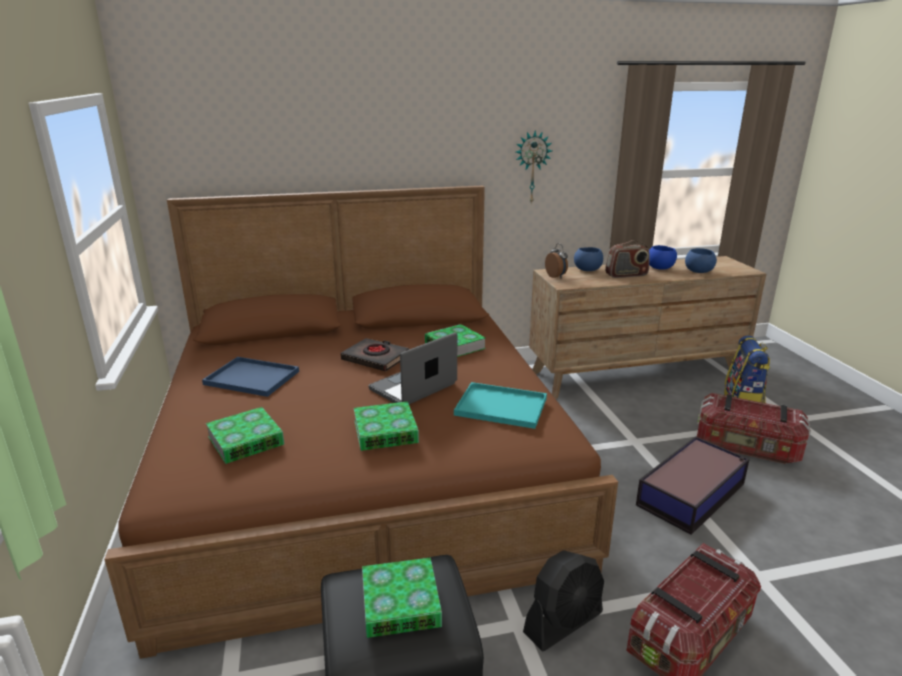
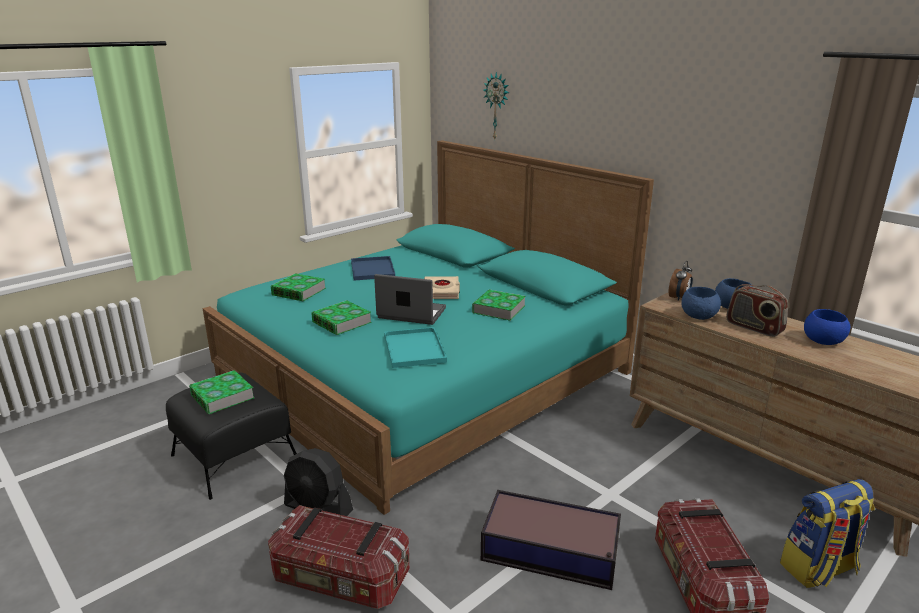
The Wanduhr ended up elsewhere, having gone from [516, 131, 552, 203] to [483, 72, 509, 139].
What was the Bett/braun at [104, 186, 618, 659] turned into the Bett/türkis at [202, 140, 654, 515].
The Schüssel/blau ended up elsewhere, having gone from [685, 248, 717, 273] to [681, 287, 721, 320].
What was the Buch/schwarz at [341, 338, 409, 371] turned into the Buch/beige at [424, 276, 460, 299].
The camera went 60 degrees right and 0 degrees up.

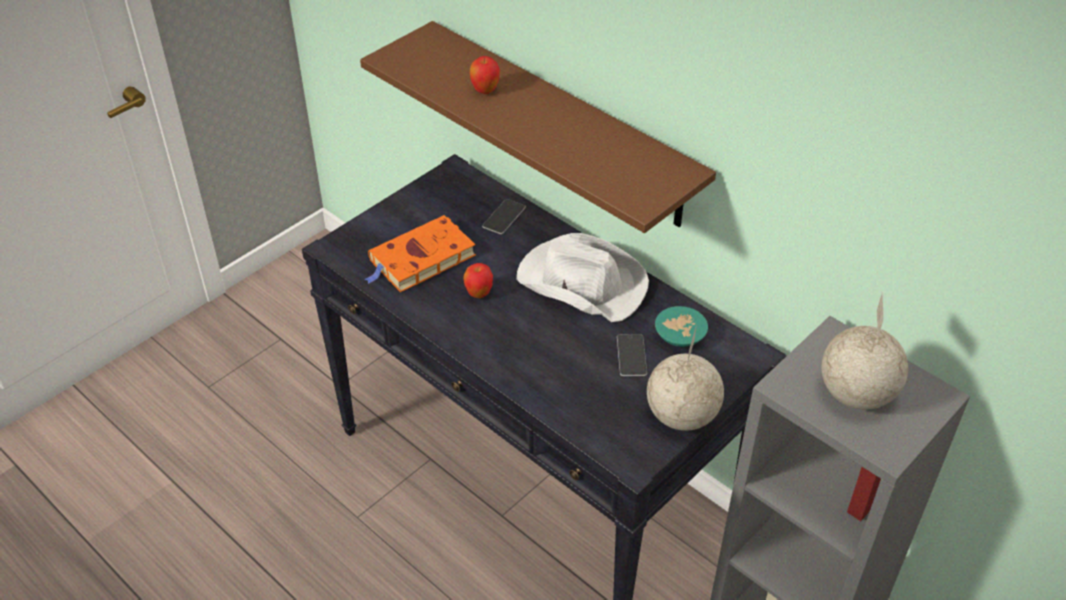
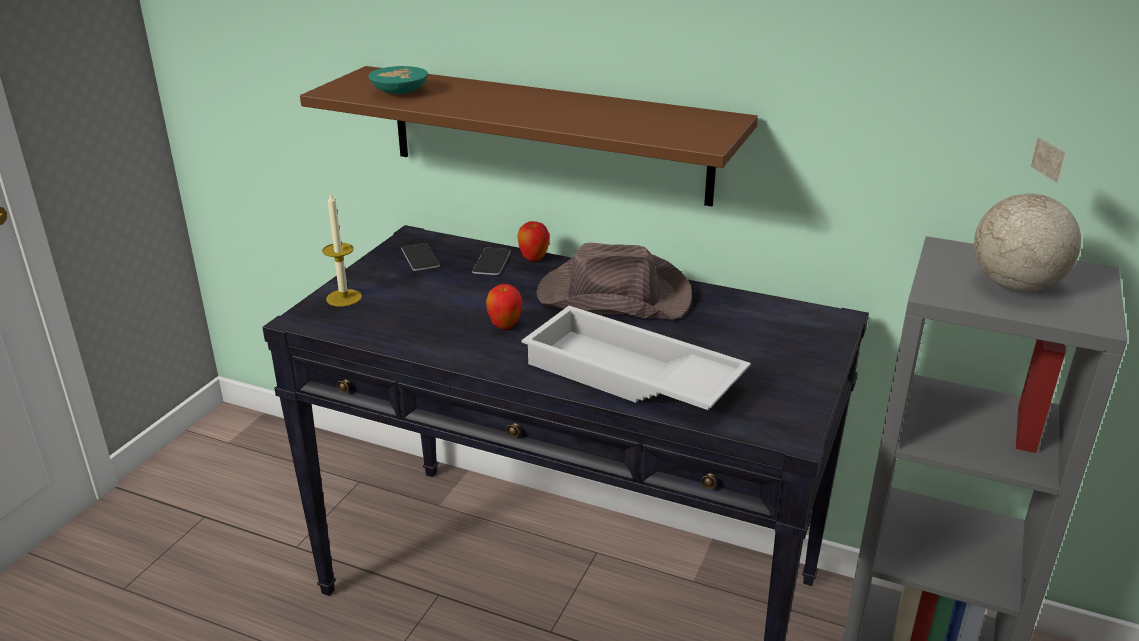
The Apfel ended up elsewhere, having gone from [470, 56, 500, 94] to [517, 221, 549, 261].
The second view lost the Buch/orange at [364, 215, 476, 292].
What was the Hut/weiß at [516, 233, 649, 322] turned into the Hut/braun at [536, 243, 692, 320].
The Schüssel/türkis ended up elsewhere, having gone from [655, 306, 708, 347] to [369, 66, 428, 94].
The second view lost the Globus at [647, 325, 724, 431].
The Handy ended up elsewhere, having gone from [617, 334, 647, 376] to [401, 243, 440, 271].
The second view gained the Kerze at [322, 191, 362, 307].
The second view gained the Tablett/weiß at [521, 306, 751, 410].
The camera went 20 degrees left and 15 degrees down.

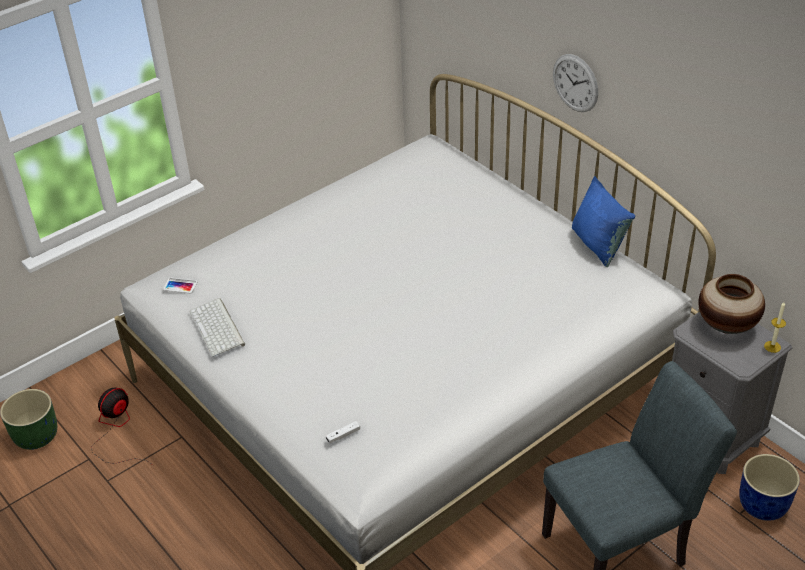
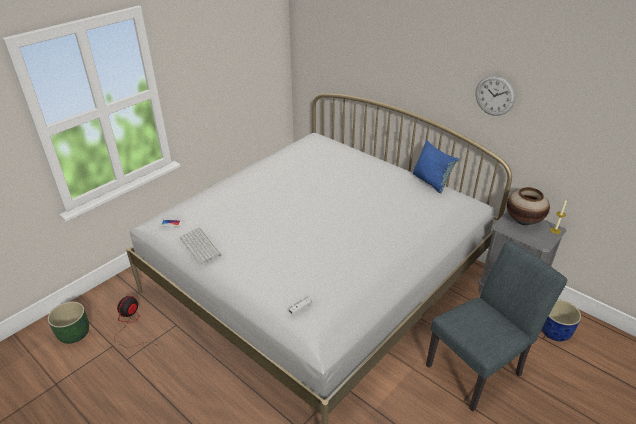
The Wanduhr ended up elsewhere, having gone from [553, 54, 598, 112] to [476, 75, 515, 116].
The camera went 10 degrees left and 5 degrees down.

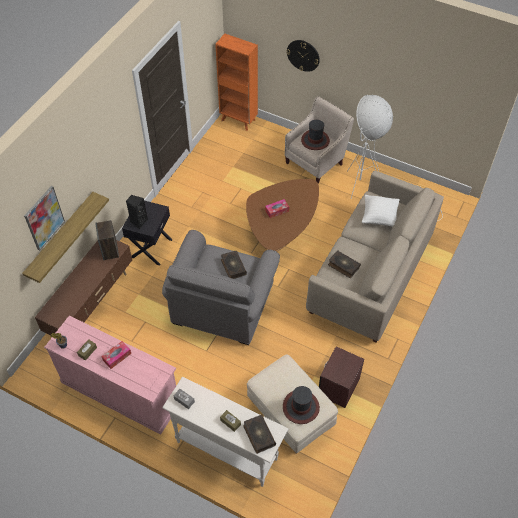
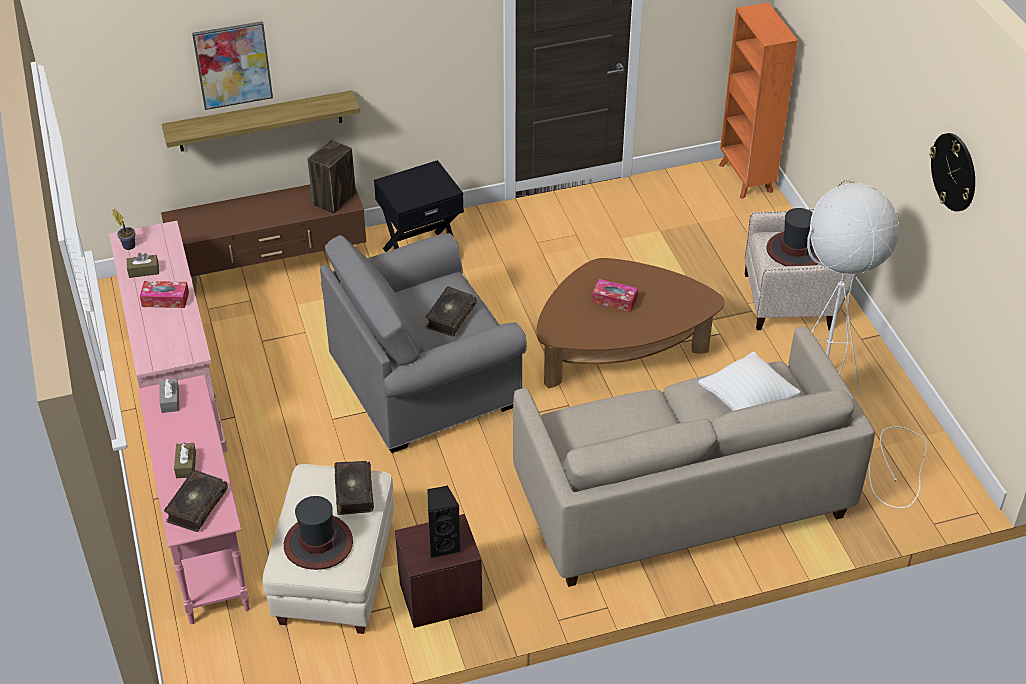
The Wanduhr ended up elsewhere, having gone from [287, 40, 320, 72] to [929, 133, 975, 212].
The Lautsprecher/schwarz ended up elsewhere, having gone from [126, 195, 148, 229] to [427, 485, 461, 559].
The Buch ended up elsewhere, having gone from [328, 250, 361, 278] to [334, 461, 374, 515].
What was the Konsolentisch/weiß at [162, 377, 288, 487] turned into the Konsolentisch/rosa at [138, 375, 250, 624].
The camera went 45 degrees right and 10 degrees down.

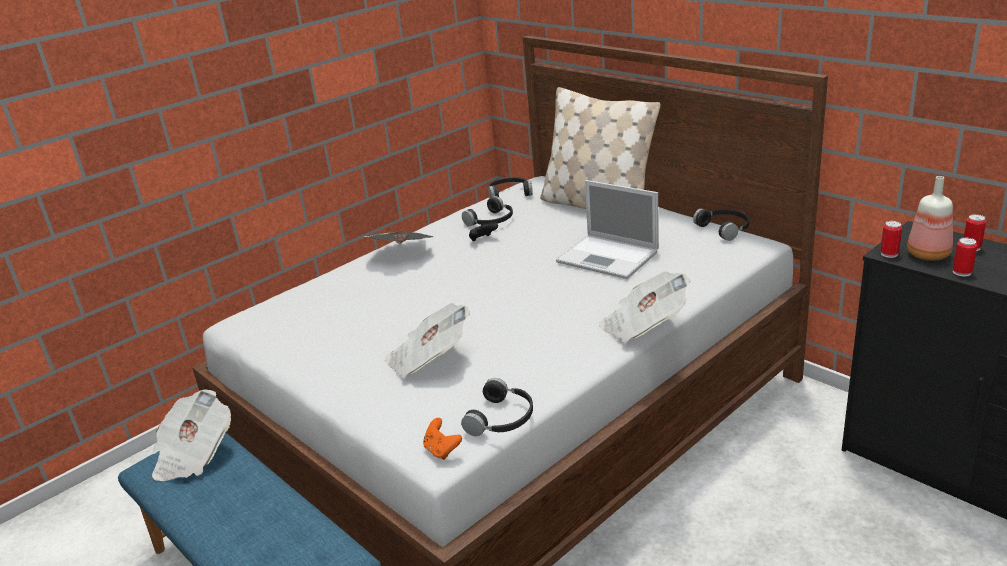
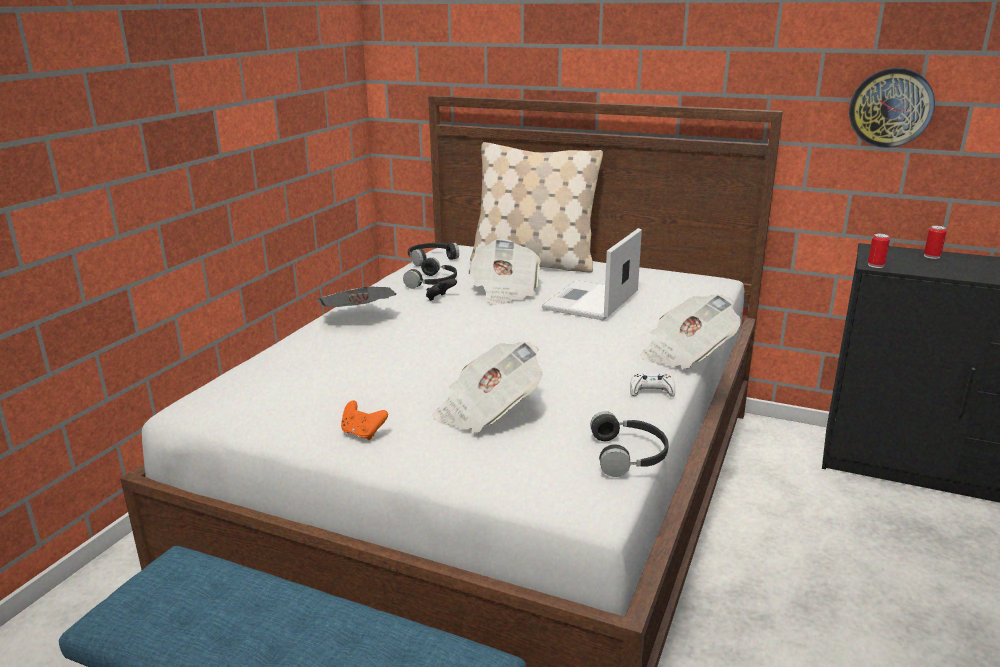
The second view lost the Flasche at [907, 176, 953, 261].
The Laptop at [556, 180, 659, 279] ended up facing another way, 105 degrees clockwise from before.
The second view lost the Kopfhörer/schwarz at [693, 208, 750, 241].
The second view lost the Dose at [953, 238, 977, 277].
The Zeitung ended up elsewhere, having gone from [152, 390, 231, 481] to [468, 239, 541, 305].
The Gamepad/orange ended up elsewhere, having gone from [423, 418, 462, 460] to [341, 400, 388, 440].
The second view gained the Wanduhr at [849, 68, 935, 148].
The second view gained the Gamepad/weiß at [630, 373, 675, 397].
The camera went 25 degrees left and 5 degrees down.

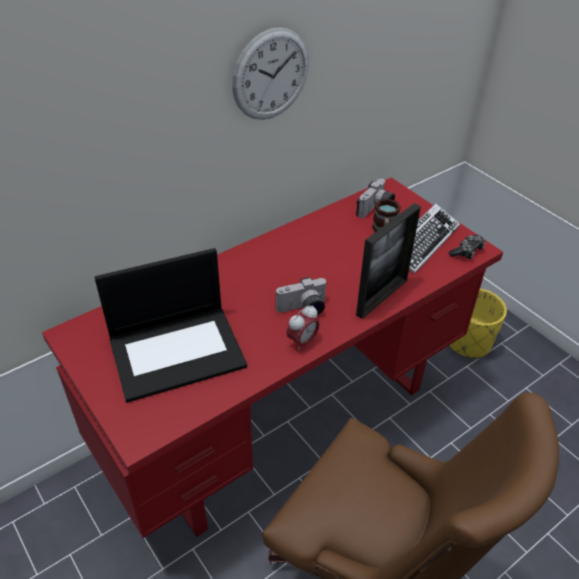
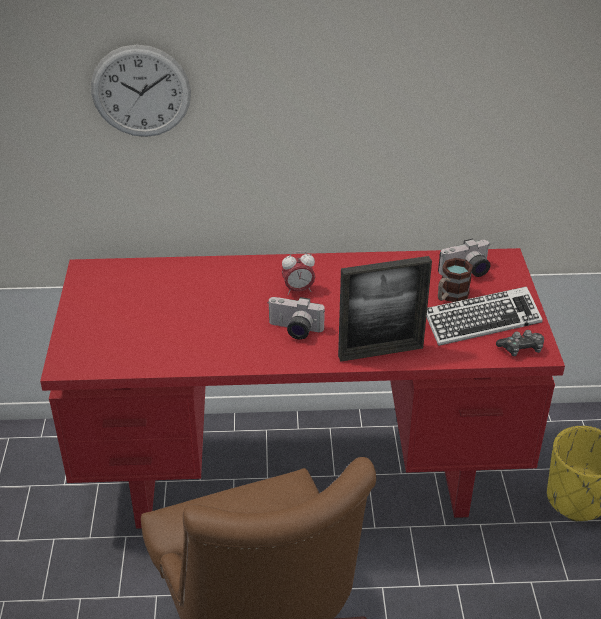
The Wanduhr ended up elsewhere, having gone from [232, 27, 309, 120] to [91, 45, 191, 137].
The second view lost the Laptop at [94, 248, 247, 403].
The Wecker ended up elsewhere, having gone from [287, 305, 320, 351] to [282, 251, 315, 295].
The camera went 35 degrees right and 5 degrees down.

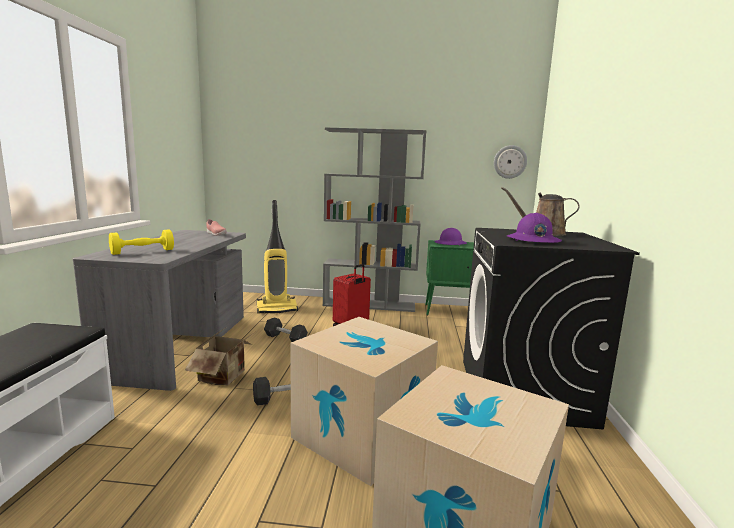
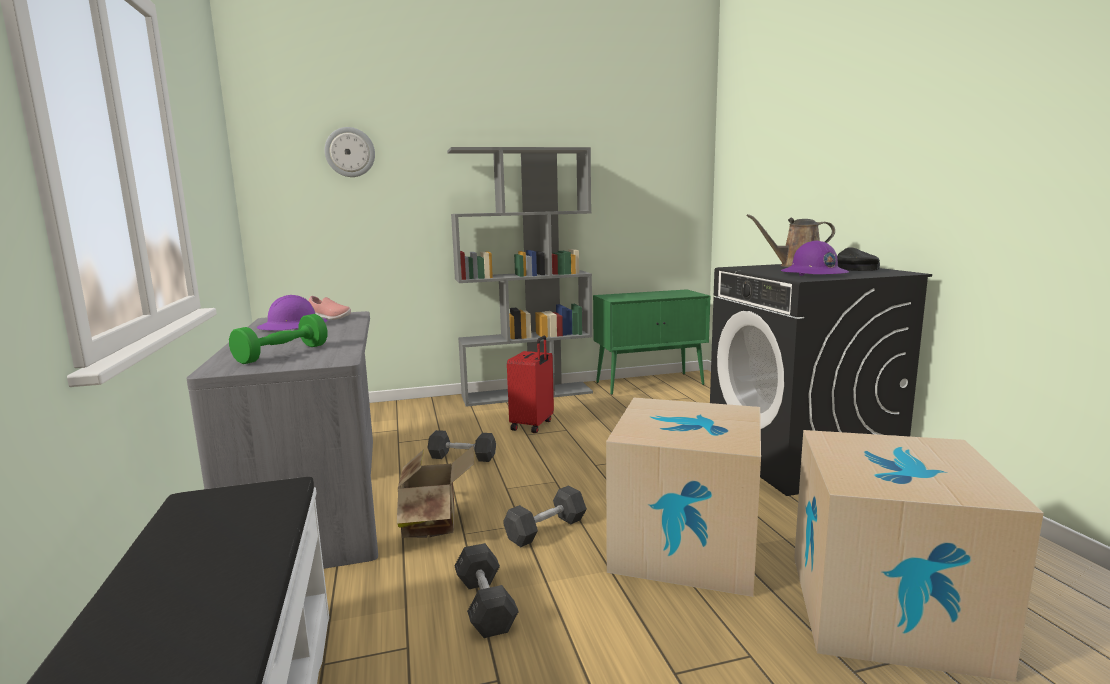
The Wanduhr ended up elsewhere, having gone from [494, 145, 527, 179] to [324, 127, 375, 177].
The second view lost the Staubsauger at [257, 200, 298, 314].
The Schutzhelm/lila ended up elsewhere, having gone from [434, 228, 467, 246] to [257, 295, 327, 331].
What was the Hantel/gelb at [109, 229, 174, 255] turned into the Hantel/grün at [229, 314, 328, 364].
The second view gained the Kappe/schwarz at [837, 247, 880, 271].
The second view gained the Hantel/grau at [455, 543, 519, 638].
The camera went 20 degrees left and 0 degrees up.

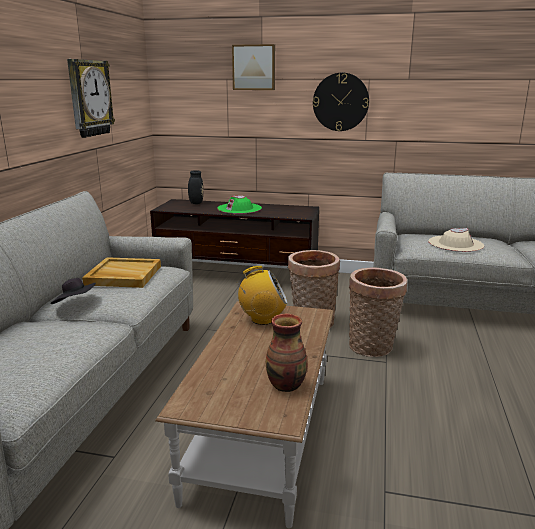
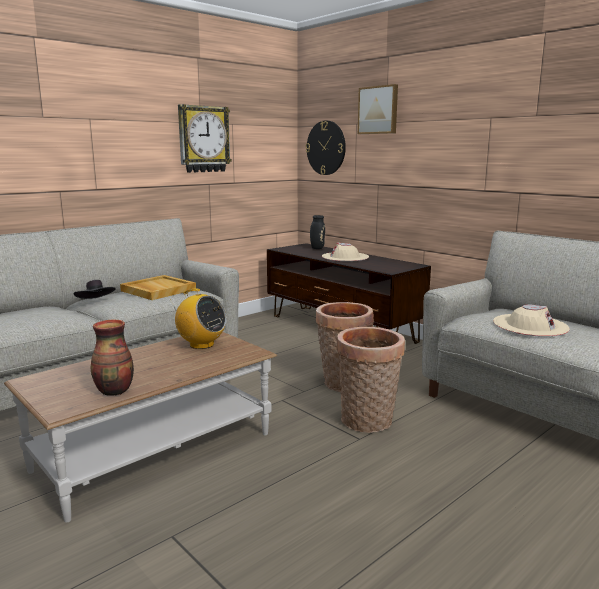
The Wanduhr ended up elsewhere, having gone from [313, 73, 369, 131] to [306, 120, 346, 175].
What was the Hut/grün at [217, 195, 262, 214] turned into the Hut/beige at [322, 243, 369, 262].
The camera went 35 degrees right and 5 degrees down.

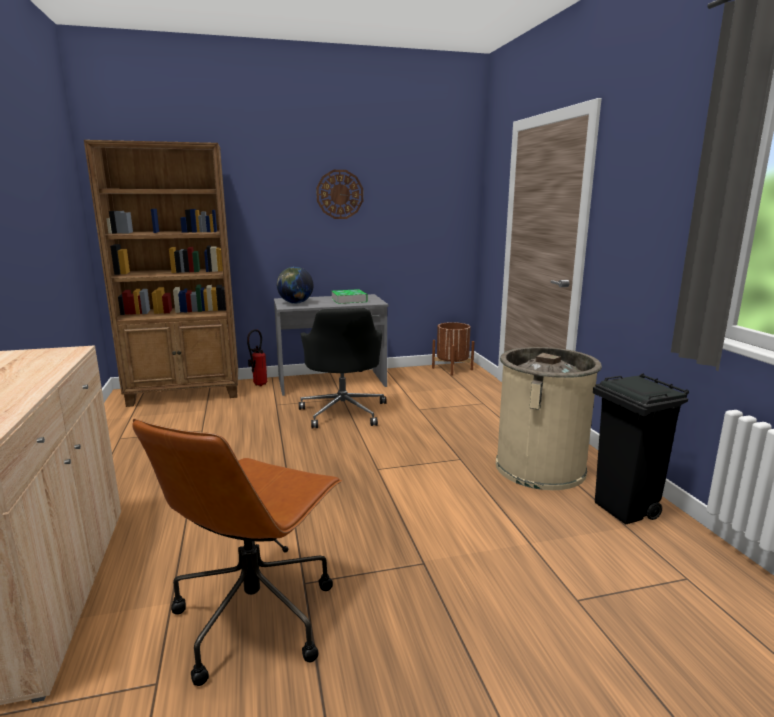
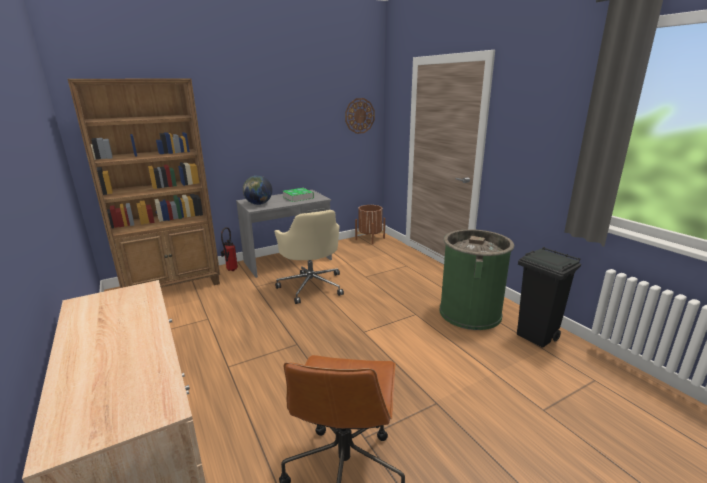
The Wanduhr ended up elsewhere, having gone from [316, 170, 363, 219] to [345, 98, 375, 134].
What was the Bürostuhl/schwarz at [299, 308, 387, 428] turned into the Bürostuhl/beige at [274, 210, 344, 304].
What was the Mülleimer/beige at [496, 347, 602, 490] turned into the Mülleimer/grün at [439, 229, 514, 330].
The camera went 15 degrees left and 5 degrees up.

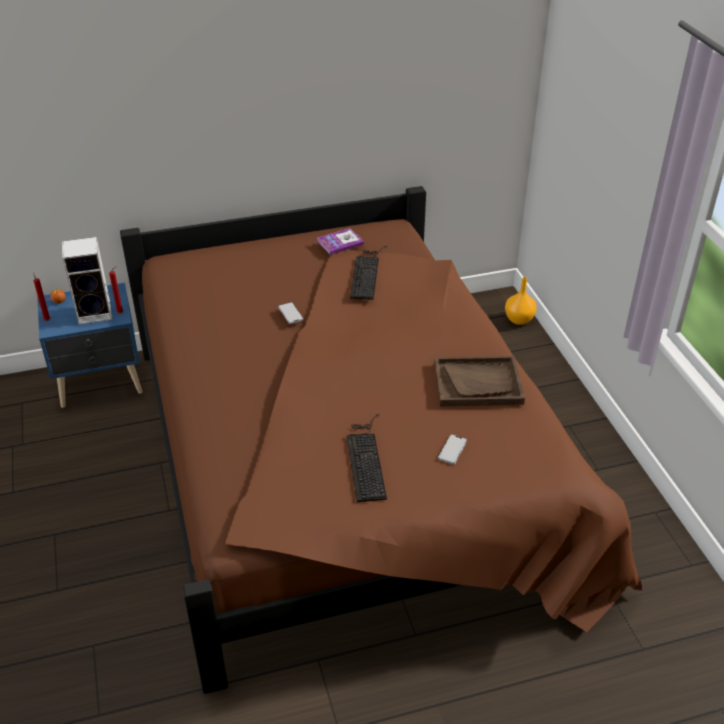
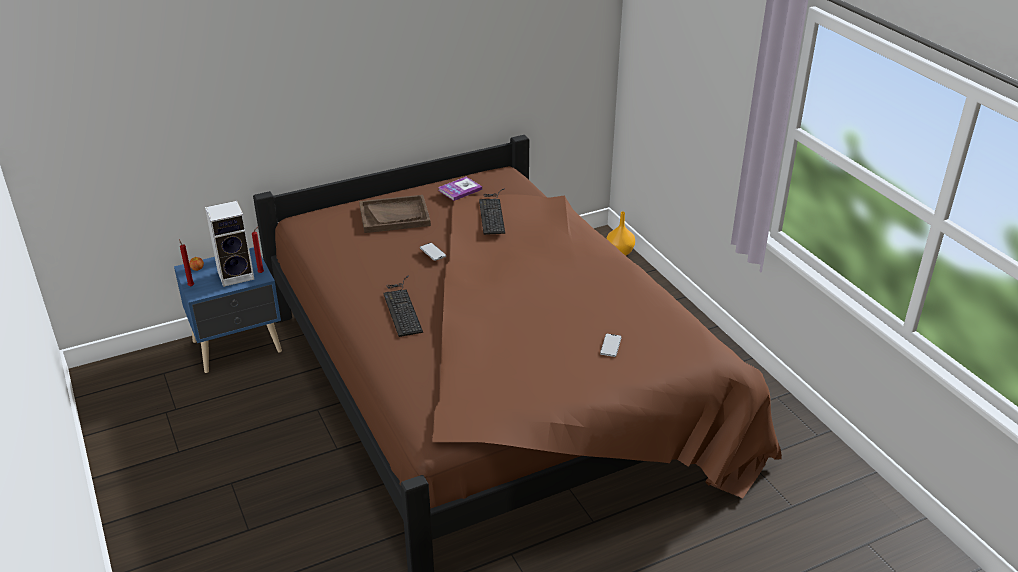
The Tablett/braun ended up elsewhere, having gone from [434, 356, 525, 406] to [359, 195, 431, 233].
The Tastatur ended up elsewhere, having gone from [346, 414, 387, 502] to [383, 276, 423, 337].
The camera went 10 degrees left and 5 degrees down.

